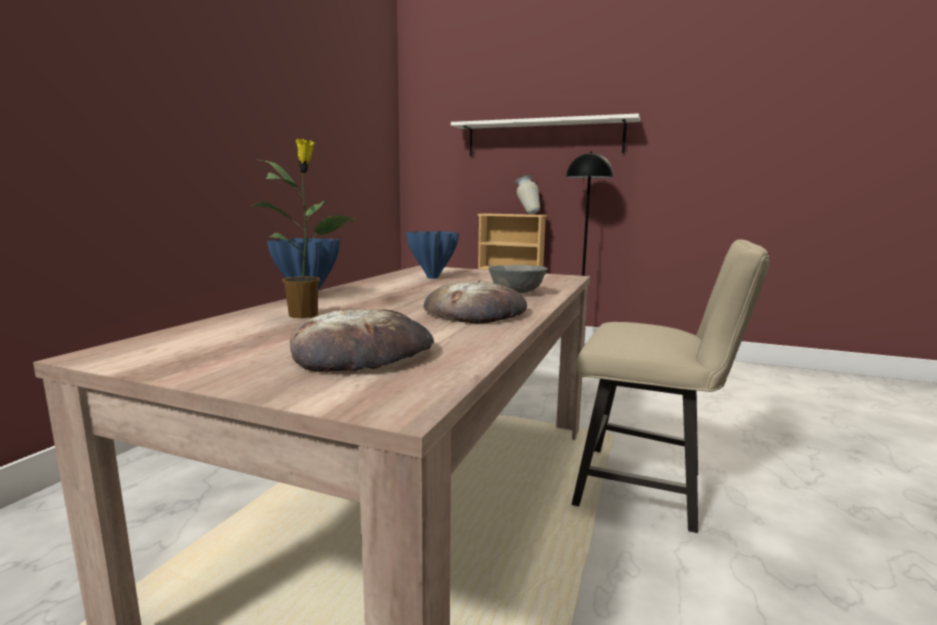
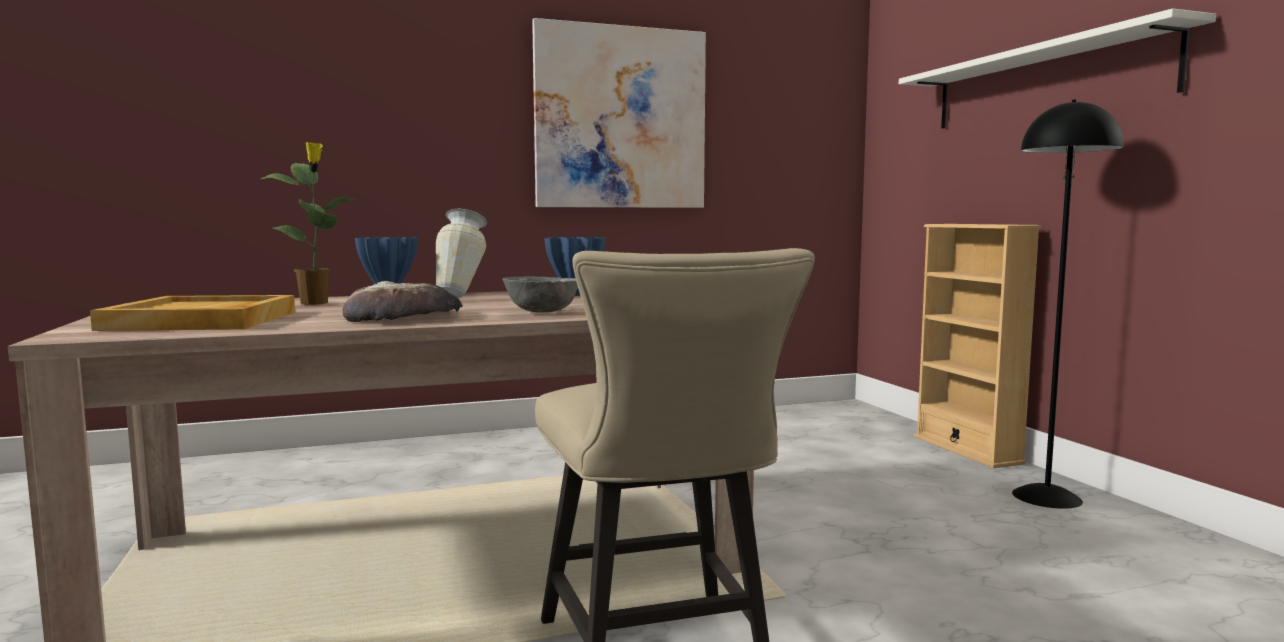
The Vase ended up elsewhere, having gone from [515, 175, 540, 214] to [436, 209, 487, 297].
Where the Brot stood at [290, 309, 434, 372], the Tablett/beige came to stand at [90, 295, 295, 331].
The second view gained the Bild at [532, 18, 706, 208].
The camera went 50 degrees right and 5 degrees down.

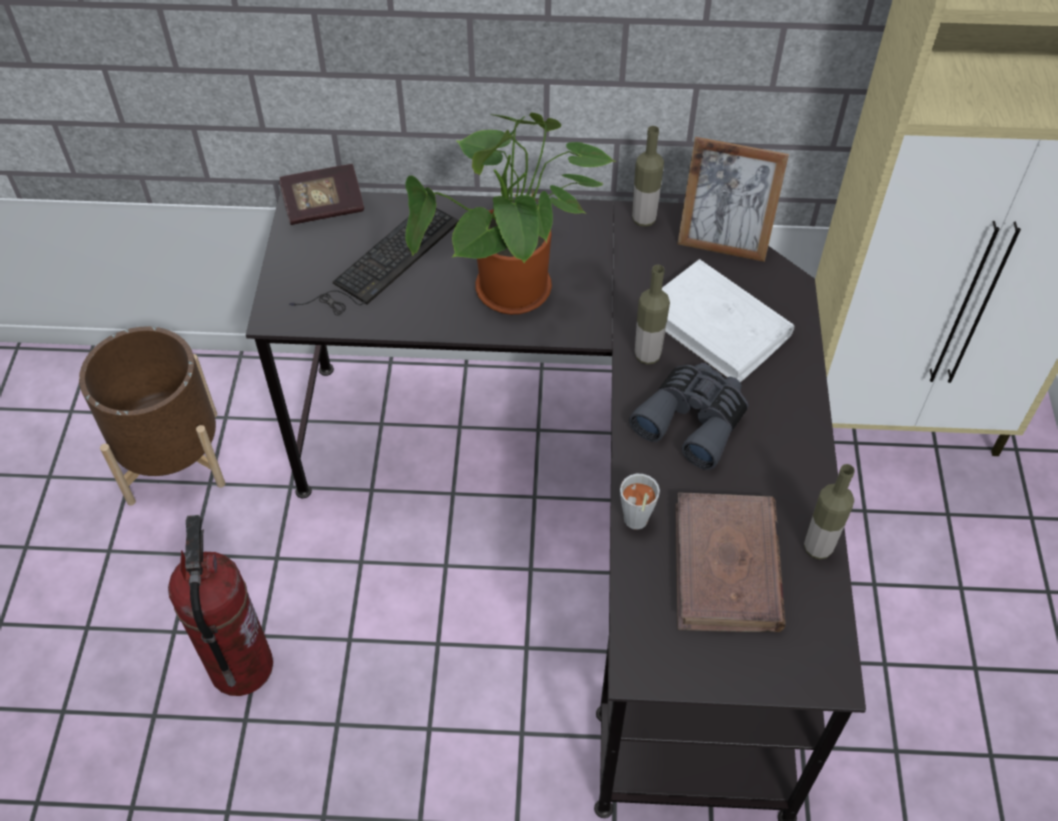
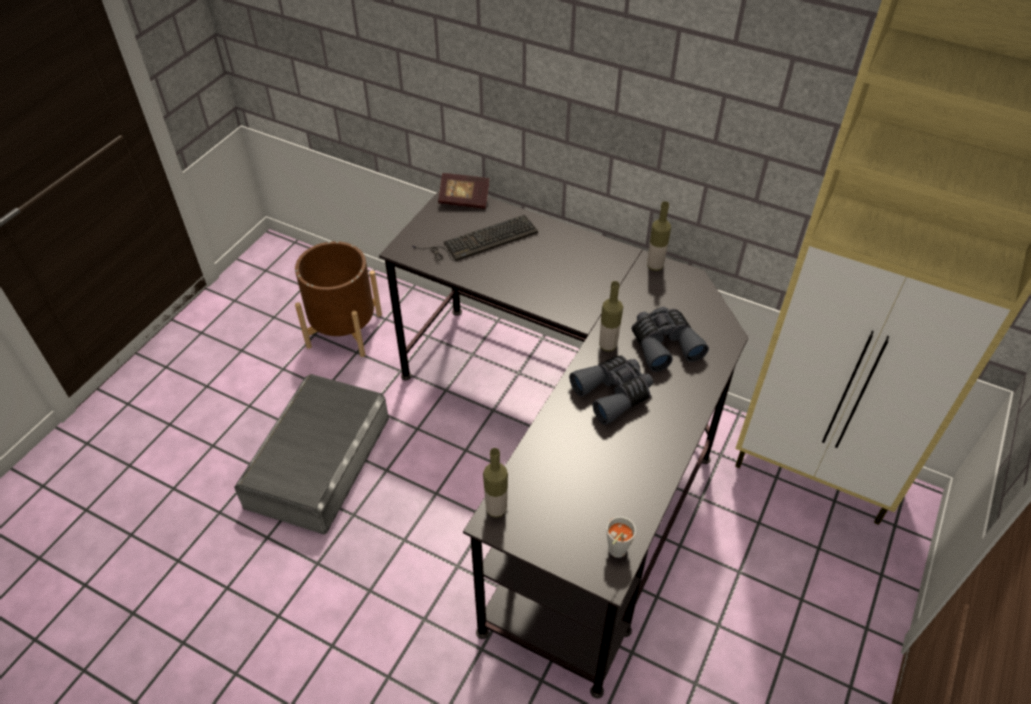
The second view lost the Topfpflanze at [405, 113, 617, 315].
The second view lost the Bilderrahmen at [677, 137, 789, 262].
Where the Buch/weiß stood at [662, 259, 794, 382], the Fernglas/grau came to stand at [631, 307, 709, 372].
The Flasche ended up elsewhere, having gone from [804, 464, 855, 559] to [483, 448, 508, 518].
The Tasse/grau ended up elsewhere, having gone from [620, 474, 660, 529] to [606, 516, 636, 558].
The second view lost the Buch/braun at [676, 493, 786, 632].
Where the Feuerlöscher stood at [168, 515, 273, 696], the Aufbewahrungsbox/grau came to stand at [234, 374, 389, 534].
The camera went 25 degrees right and 5 degrees down.

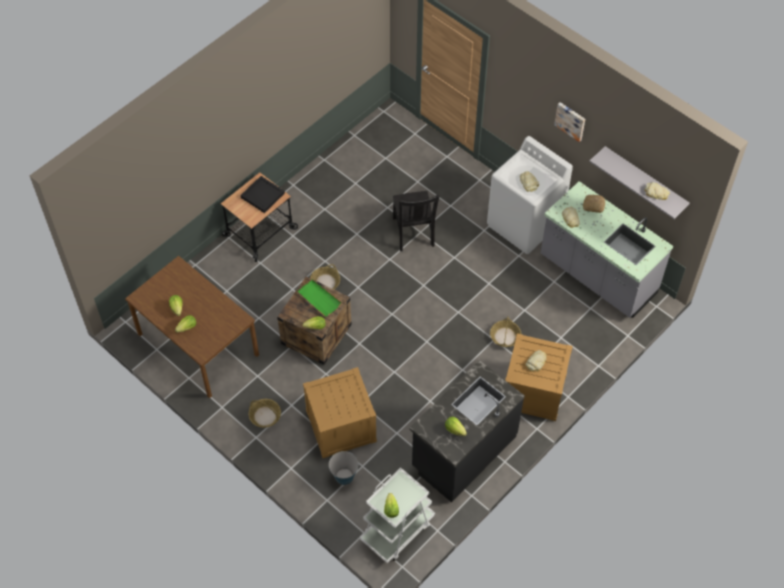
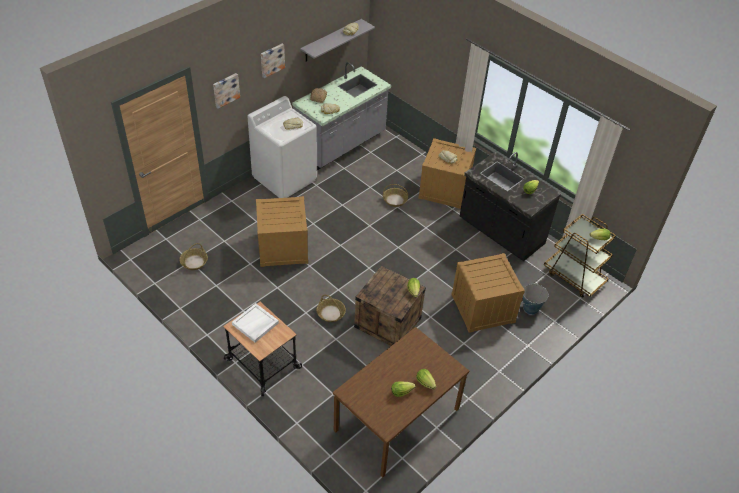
What was the Tablett/schwarz at [240, 176, 285, 213] turned into the Tablett/weiß at [232, 303, 279, 343].
Where the Stuhl/schwarz stood at [393, 191, 439, 251], the Kiste came to stand at [256, 196, 308, 267].
The second view lost the Tablett/grün at [297, 280, 342, 317].
The Korb ended up elsewhere, having gone from [249, 399, 281, 428] to [179, 243, 208, 270].
What was the Rollwagen/weiß at [360, 467, 435, 563] turned into the Rollwagen/braun at [544, 214, 616, 298].
The second view gained the Bild at [213, 73, 240, 109].
The camera went 90 degrees left and 10 degrees down.

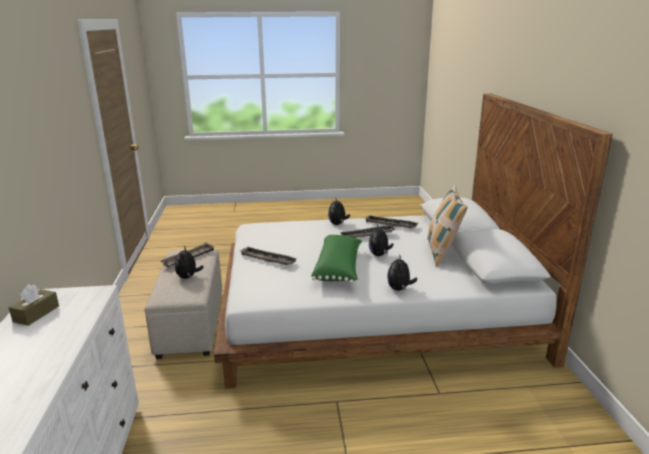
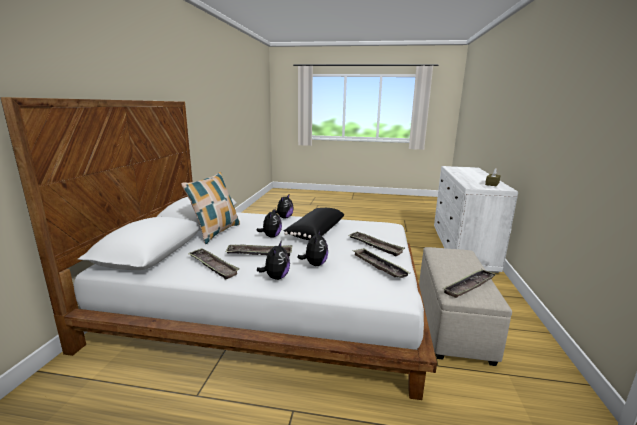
What was the Kissen/grün at [311, 235, 362, 284] turned into the Kissen/schwarz at [284, 208, 344, 240].
The Plüschtier ended up elsewhere, having gone from [175, 246, 204, 279] to [298, 231, 328, 266].
The second view gained the Tablett at [352, 248, 410, 278].
The camera went 165 degrees left and 5 degrees down.

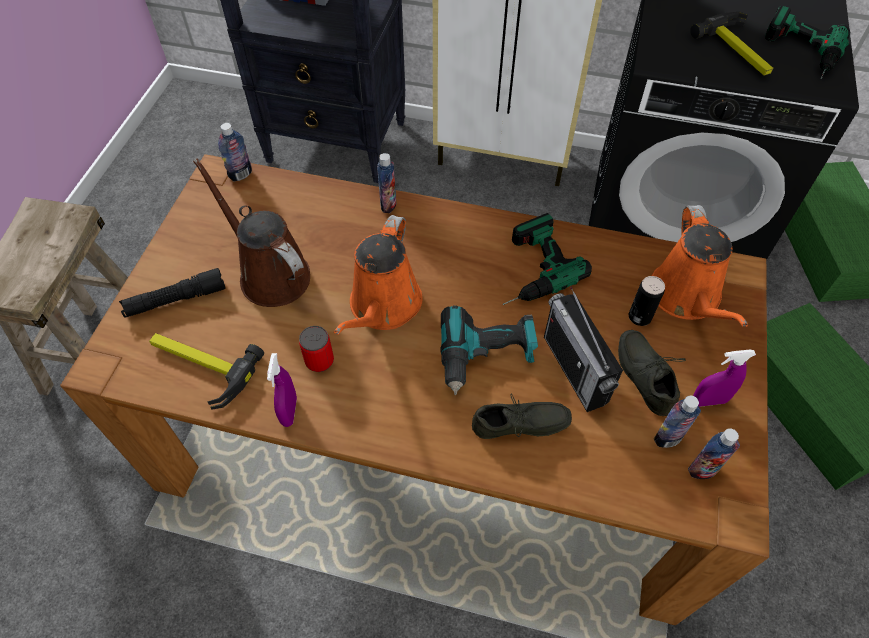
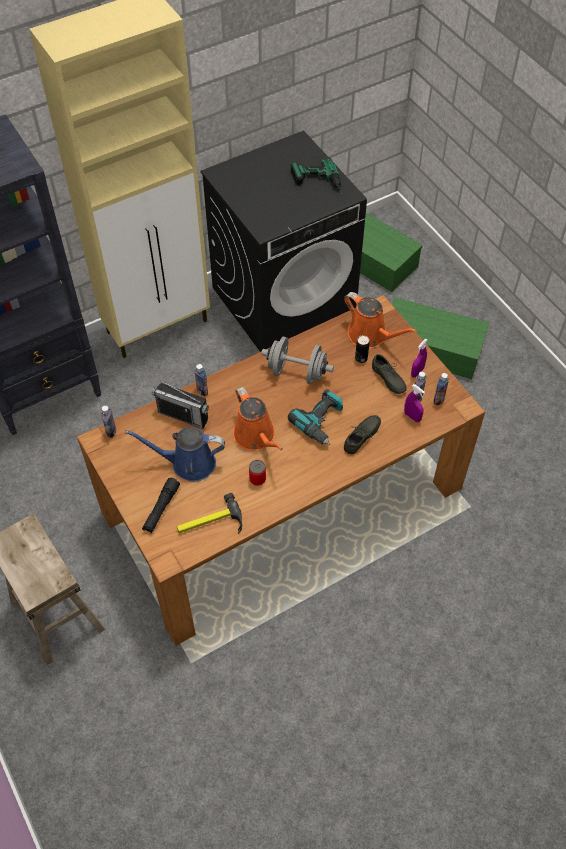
The second view lost the Hammer at [690, 12, 773, 76].
What was the Gießkanne/braun at [193, 158, 310, 307] turned into the Gießkanne/blau at [125, 427, 225, 482].
Where the Bohrmaschine stood at [503, 213, 592, 305], the Hantel/grau came to stand at [261, 337, 334, 384].
The Radio ended up elsewhere, having gone from [544, 286, 623, 412] to [152, 380, 209, 429].
The Schuh/grau at [618, 330, 686, 416] ended up facing another way, 150 degrees counterclockwise from before.
The Sprühflasche/lila ended up elsewhere, having gone from [267, 353, 297, 427] to [404, 384, 425, 422].
The camera went 45 degrees left and 0 degrees up.

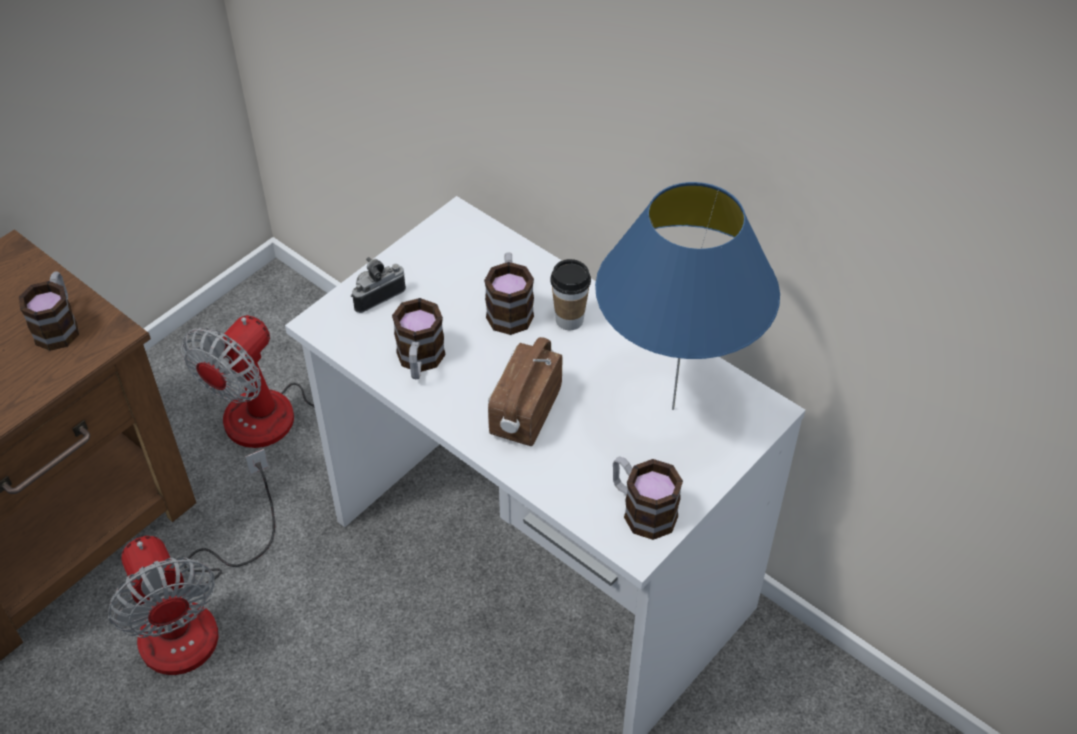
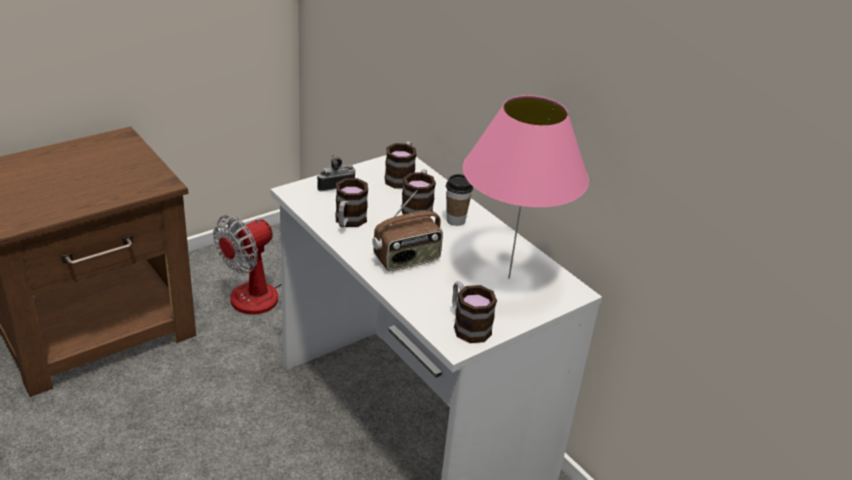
What was the Tischlampe/blau at [595, 182, 780, 410] turned into the Tischlampe/rosa at [463, 95, 589, 279].
The Henkelbecher ended up elsewhere, having gone from [19, 271, 79, 351] to [385, 141, 416, 189].
The Radio at [488, 337, 562, 446] ended up facing another way, 150 degrees counterclockwise from before.
The second view lost the Ventilator at [108, 449, 275, 675].
The camera went 10 degrees right and 15 degrees down.

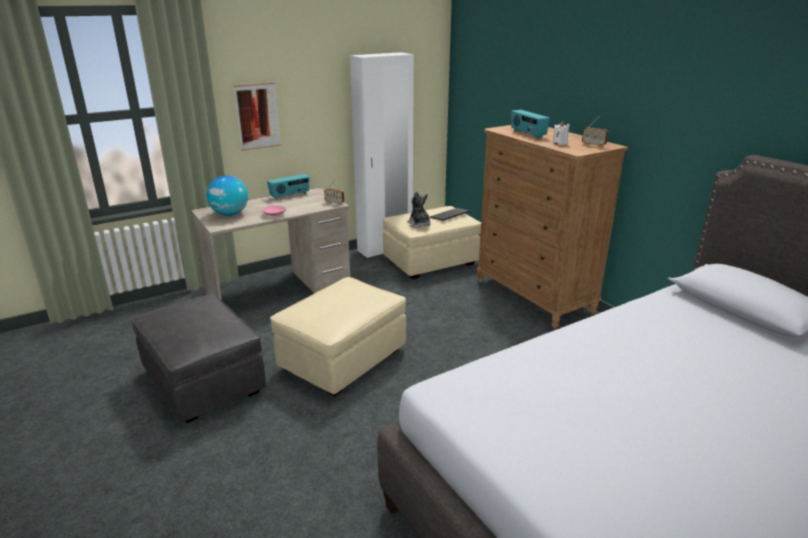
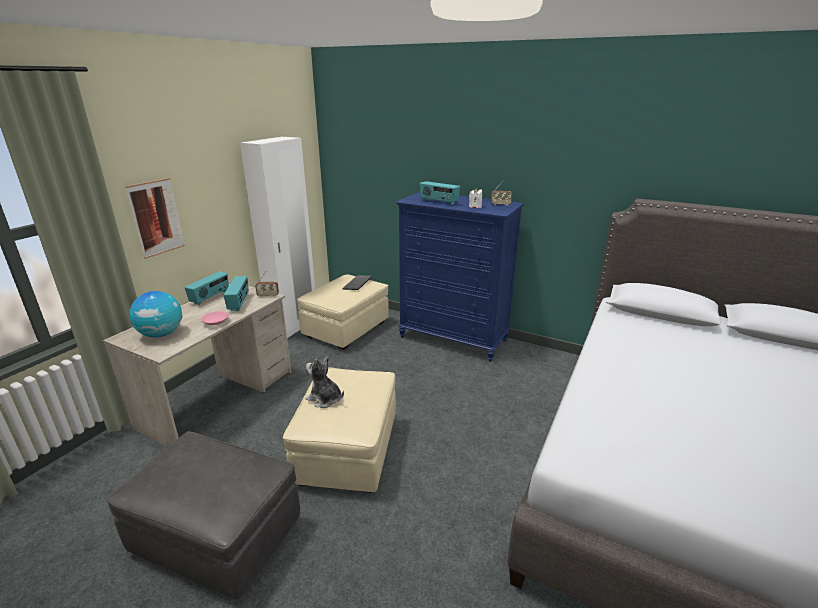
What was the Kommode/braun at [477, 125, 628, 329] turned into the Kommode/blau at [396, 192, 524, 362].
The Plüschtier ended up elsewhere, having gone from [407, 191, 431, 228] to [306, 356, 344, 408].
The second view gained the Radio at [224, 276, 249, 311].
The camera went 30 degrees left and 0 degrees up.

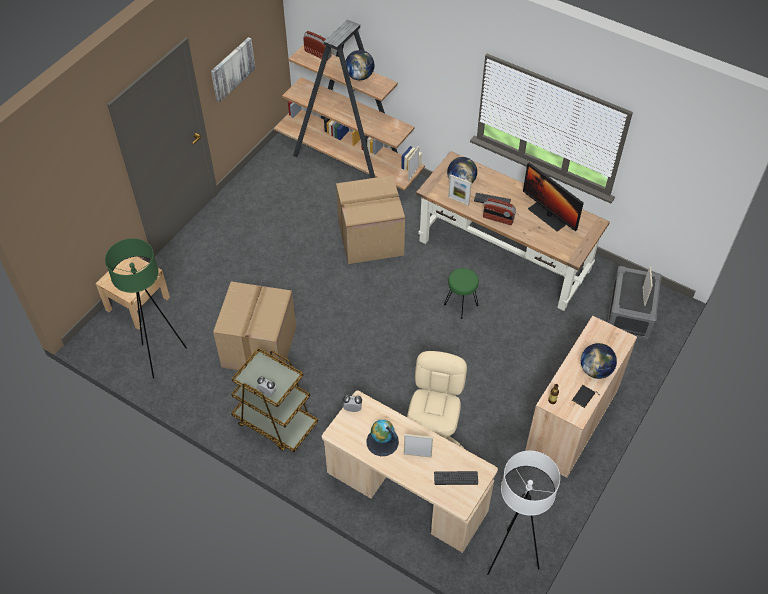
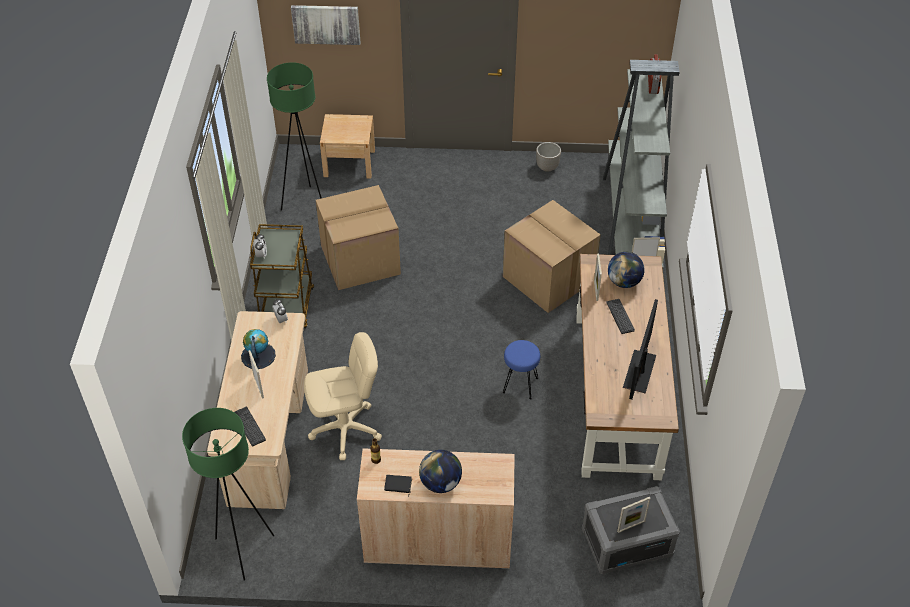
What was the Bücherregal/braun at [274, 19, 425, 191] turned into the Bücherregal/grau at [603, 60, 679, 268].
The Bild ended up elsewhere, having gone from [211, 37, 255, 102] to [291, 5, 360, 45].
The second view lost the Globus at [346, 50, 375, 80].
The second view lost the Radio at [483, 198, 516, 225].
What was the Hocker/grün at [444, 268, 479, 319] turned into the Hocker/blau at [503, 340, 540, 399].
What was the Stehlampe/weiß at [487, 451, 560, 575] turned into the Stehlampe/grün at [182, 408, 274, 581].
The second view gained the Pflanzkübel at [536, 142, 561, 172].
The camera went 60 degrees right and 5 degrees down.

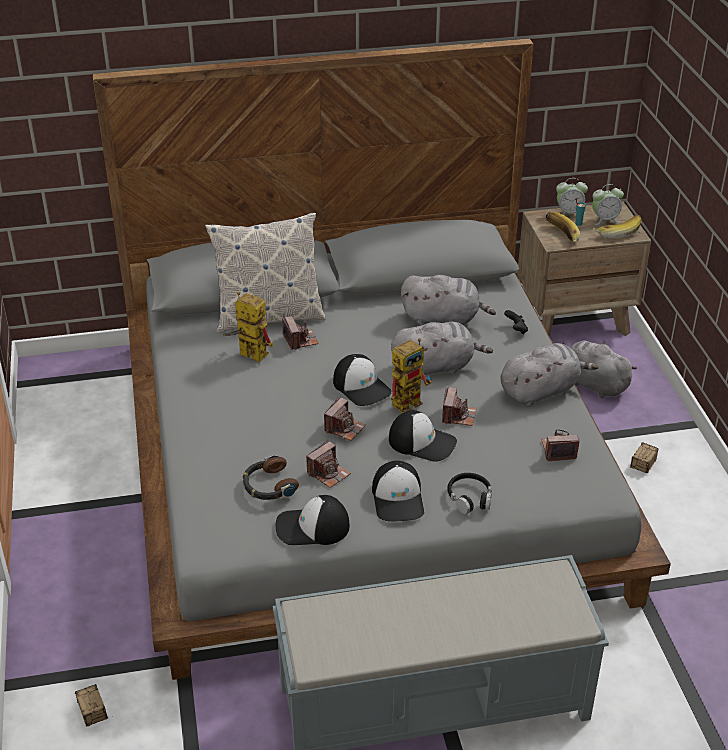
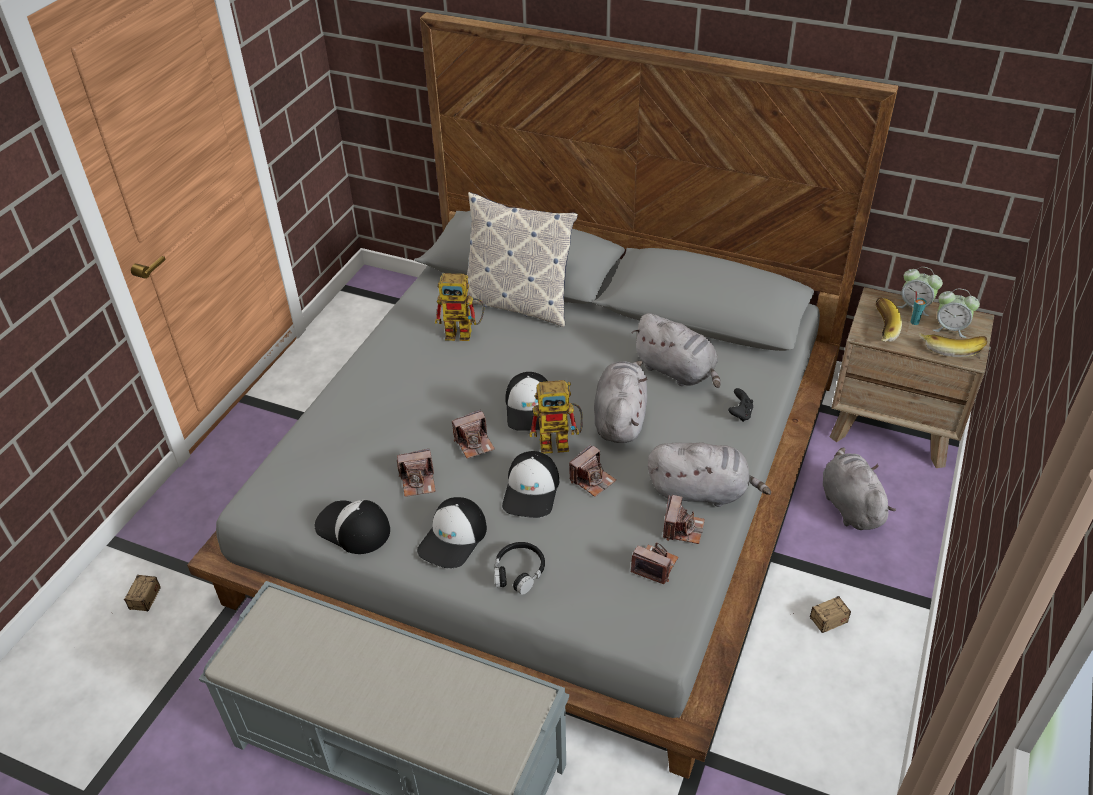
The Spielzeugroboter at [223, 292, 273, 362] ended up facing another way, 120 degrees clockwise from before.
The Kamera ended up elsewhere, having gone from [282, 316, 318, 350] to [663, 495, 705, 544].
The Plüschtier/grau at [391, 322, 493, 375] ended up facing another way, 105 degrees counterclockwise from before.
The Kappe at [389, 410, 457, 462] ended up facing another way, 45 degrees clockwise from before.
The second view lost the Kopfhörer at [243, 455, 299, 500].
The camera went 35 degrees right and 5 degrees up.

